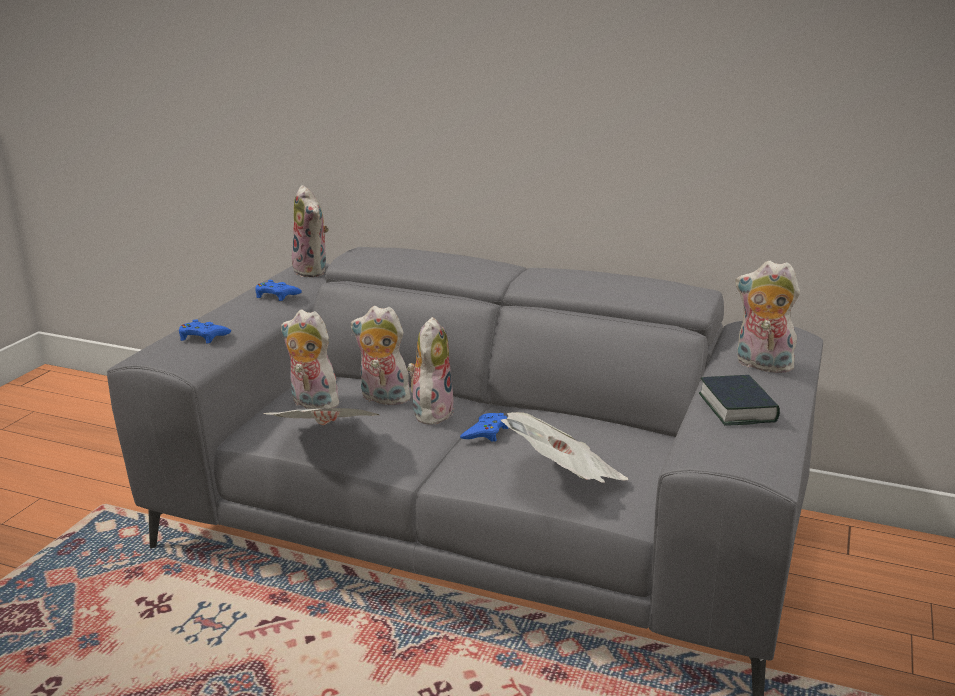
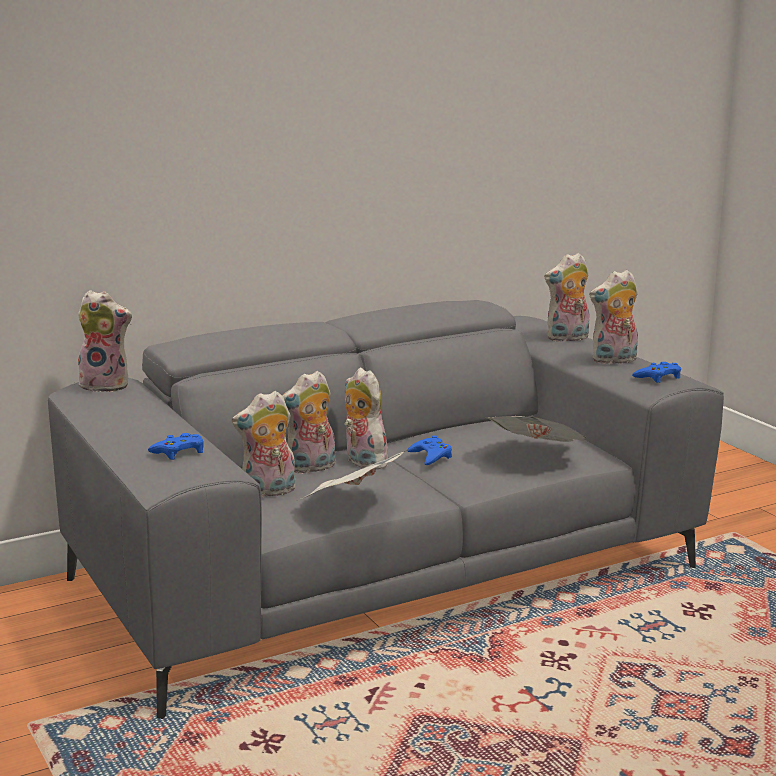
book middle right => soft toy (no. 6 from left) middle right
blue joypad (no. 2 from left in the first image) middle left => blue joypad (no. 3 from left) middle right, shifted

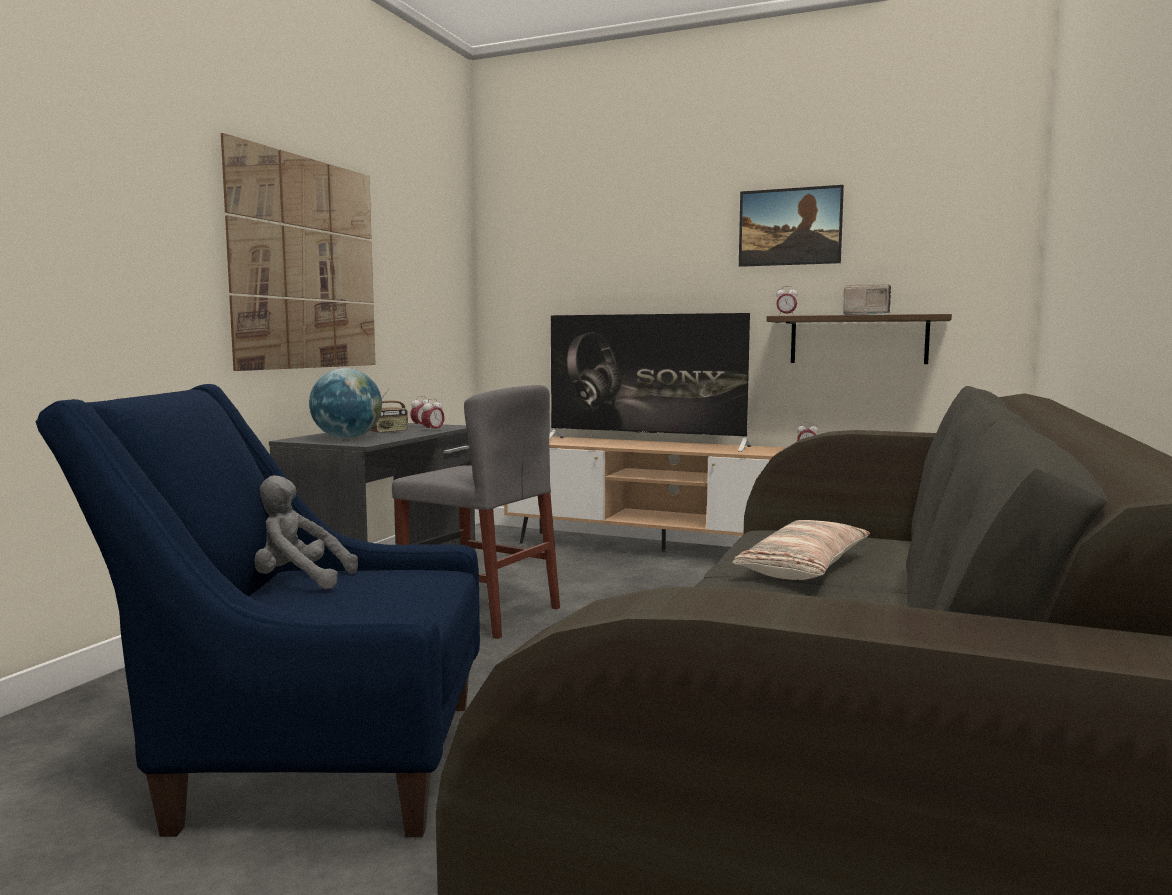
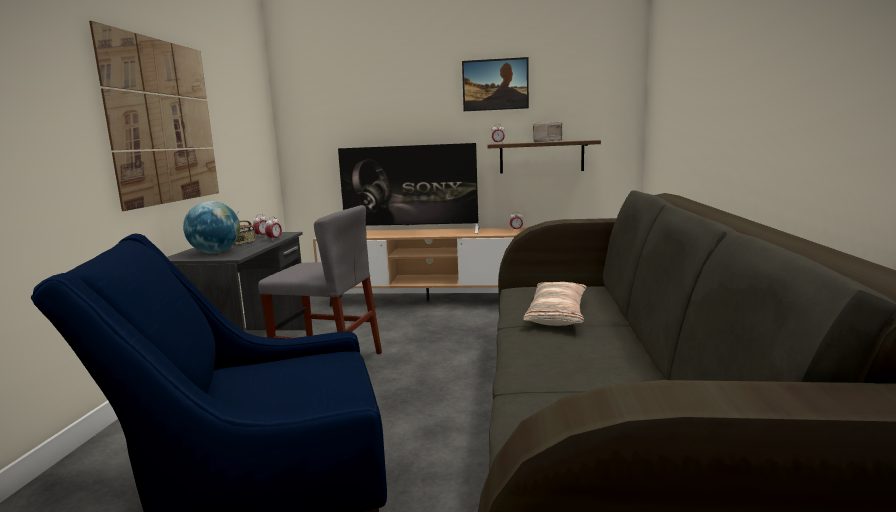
greyish soft toy middle left => nothing

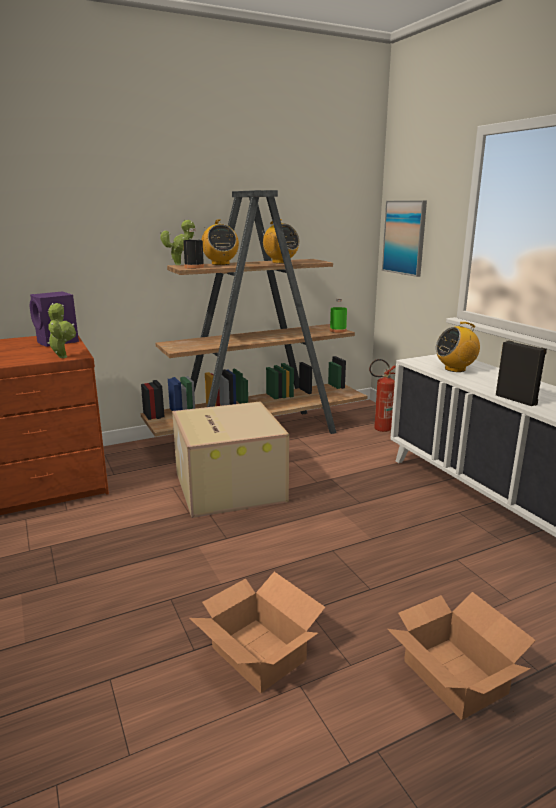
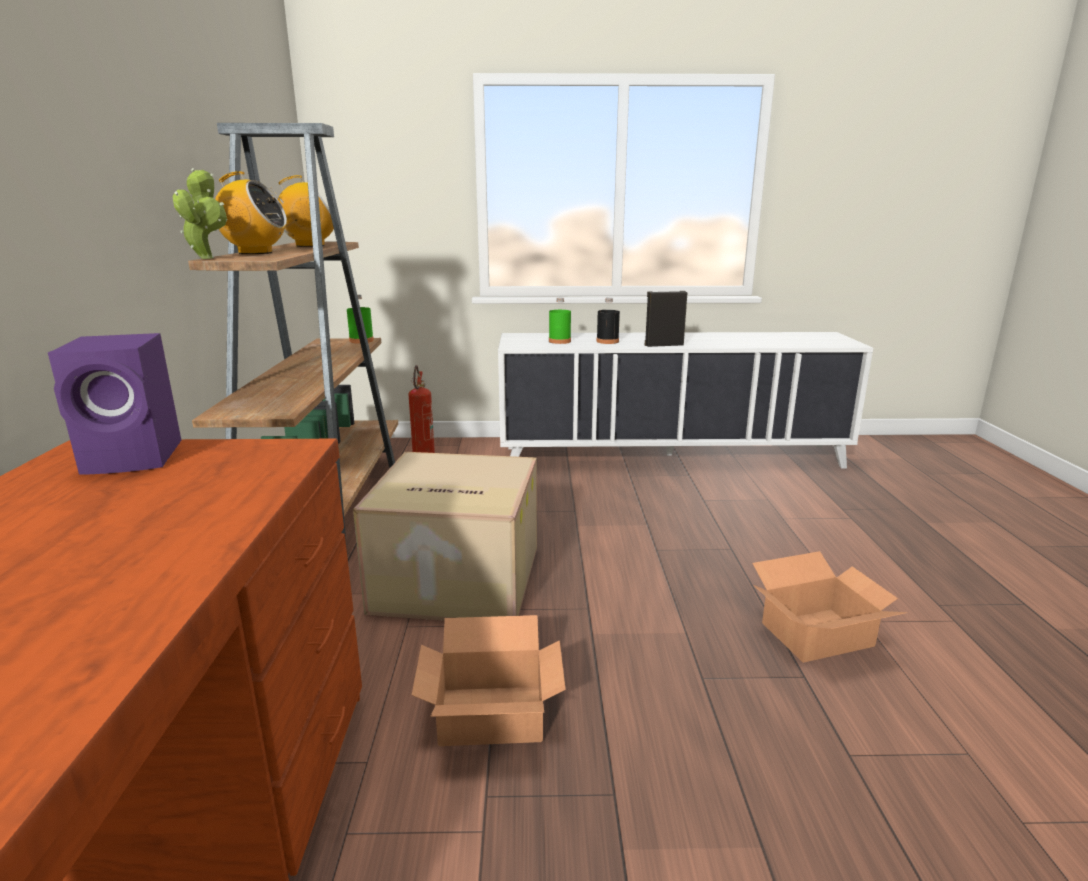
cardboard box (no. 3 from left in the first image) bottom right => cardboard box (no. 2 from left) bottom centre, shifted
radio set (no. 3 from left) middle right => green drink bottle (no. 2 from left) centre
black drink bottle top centre => black drink bottle centre, shifted
houseplant (no. 1 from left) middle left => nothing
picture top right => nothing

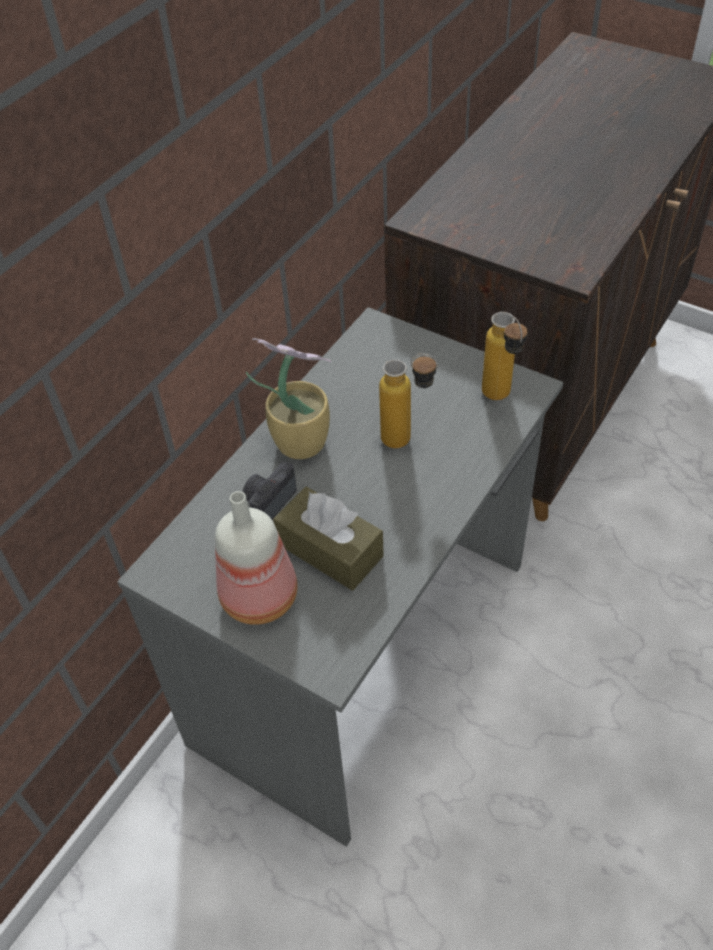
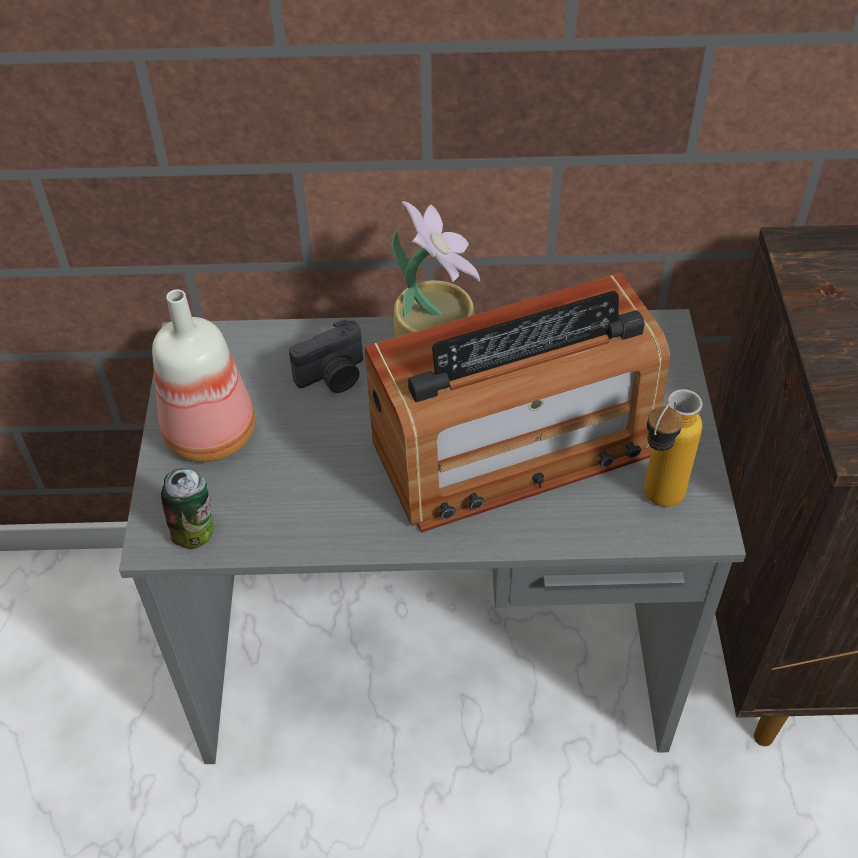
nothing => can middle left
still camera centre, 150 degrees clockwise
drink bottle (no. 2 from left) centre => radio set centre
brown-coloured tissue holder centre => nothing

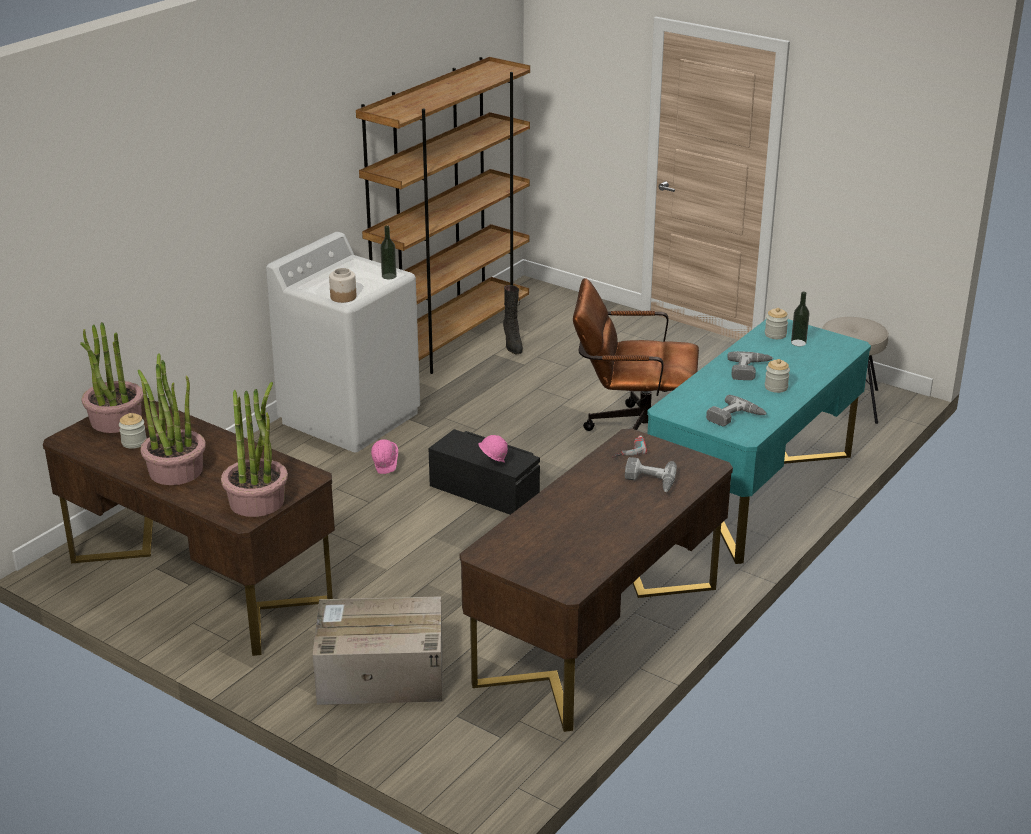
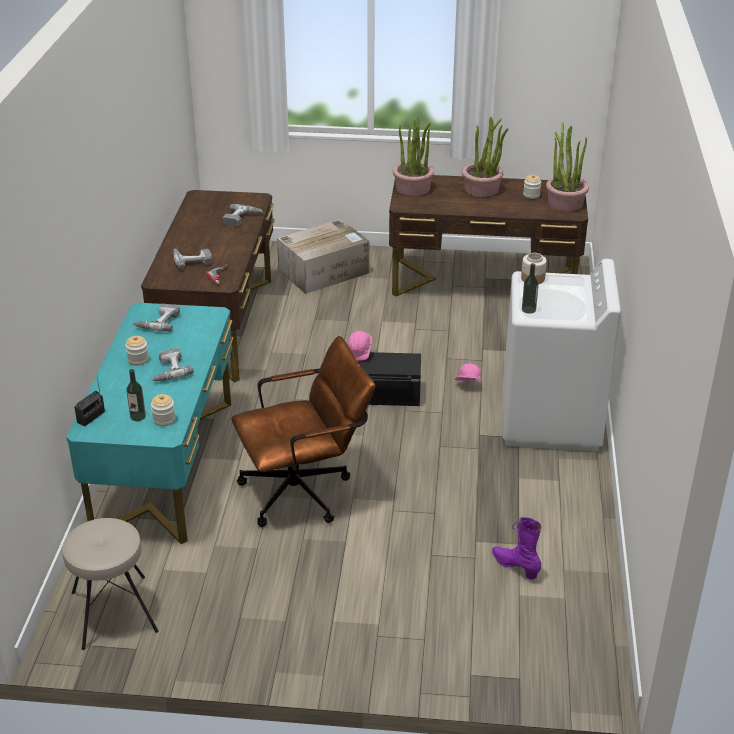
nothing => radio set middle left
nothing => electric drill (no. 5 from left) top left
black tall boot centre => purple tall boot bottom right
brown-coloured bookshelf top centre => nothing

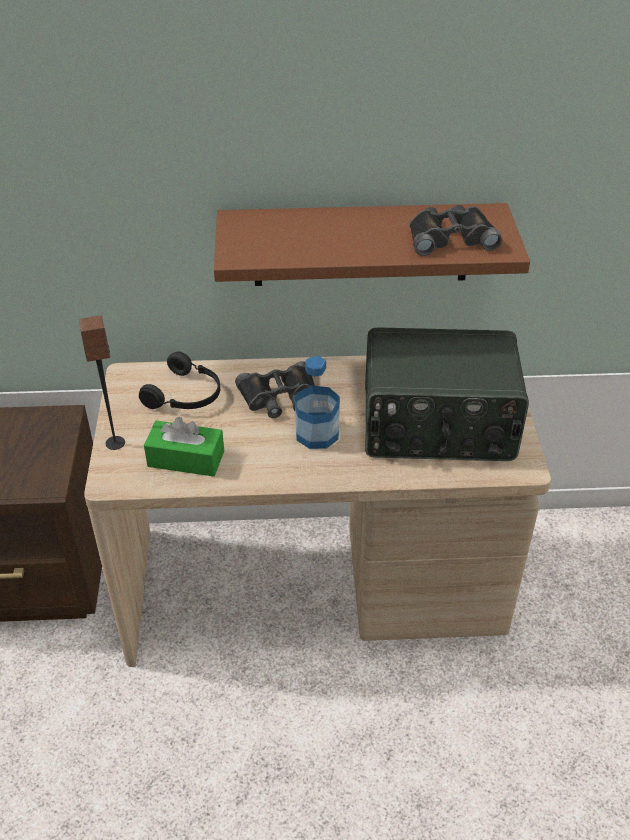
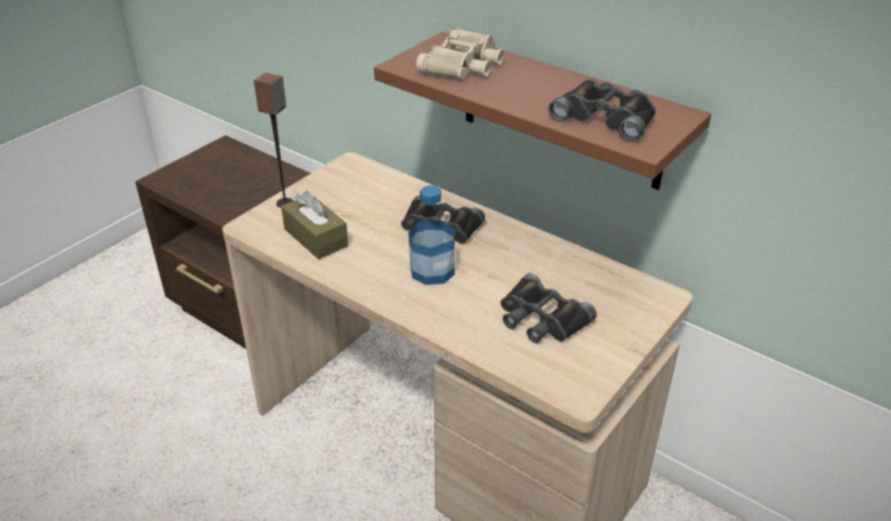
green tissue holder middle left => brown-coloured tissue holder centre
nothing => sand-coloured pair of binoculars top centre
radio set middle right => black pair of binoculars (no. 2 from left) centre
black headphones middle left => nothing

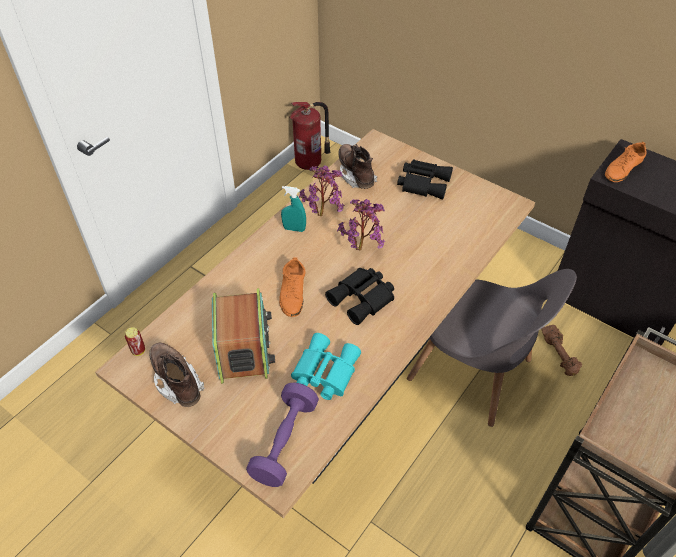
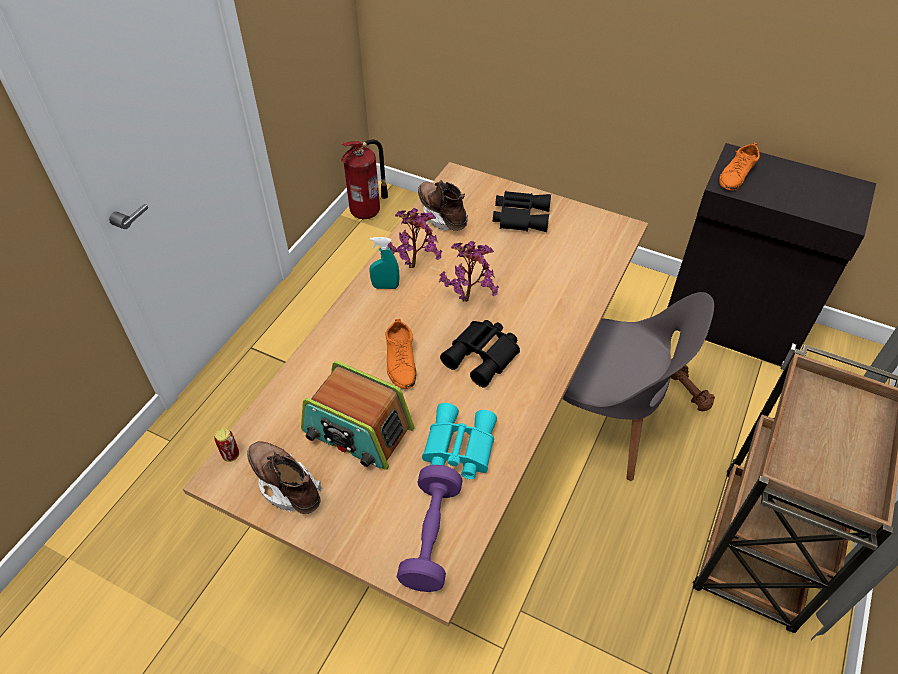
radio set centre, 135 degrees clockwise

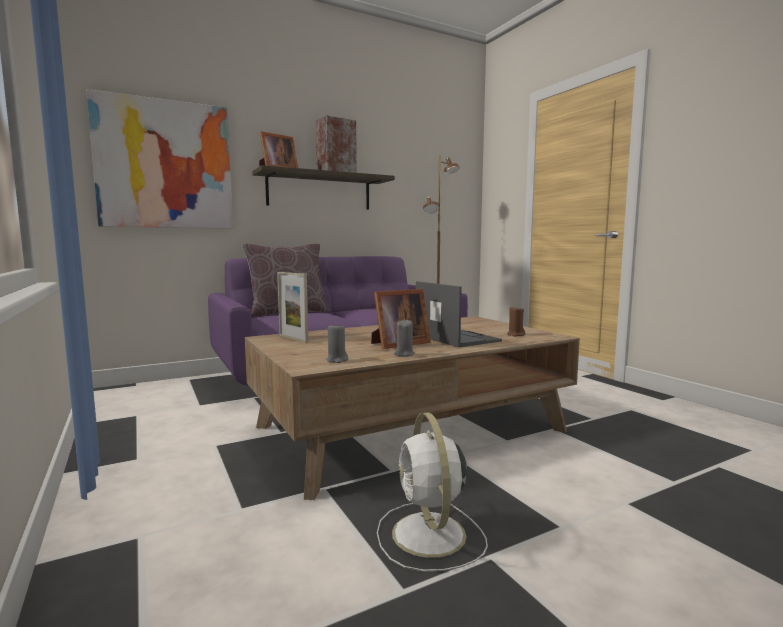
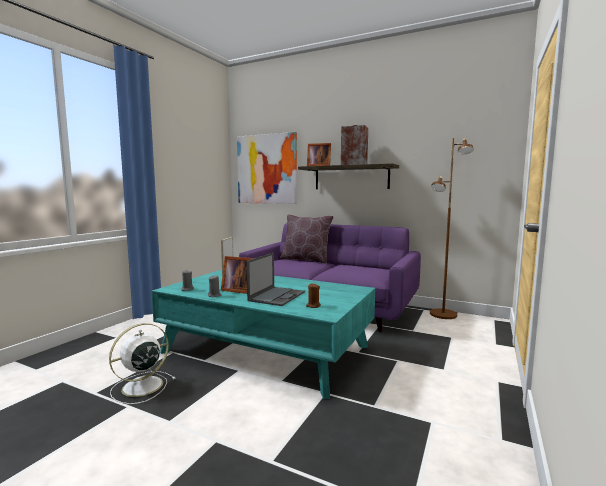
brown-coloured coffee table centre => turquoise coffee table bottom centre

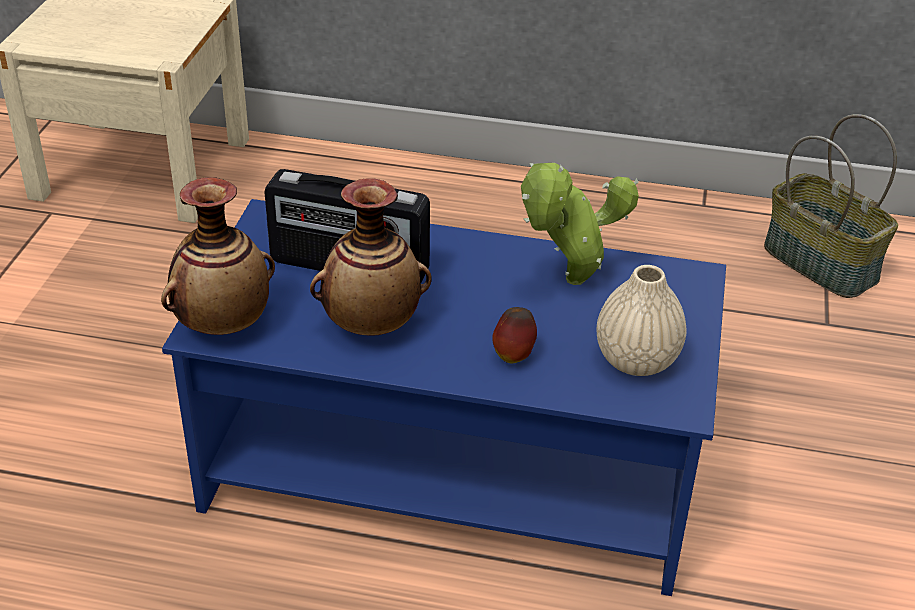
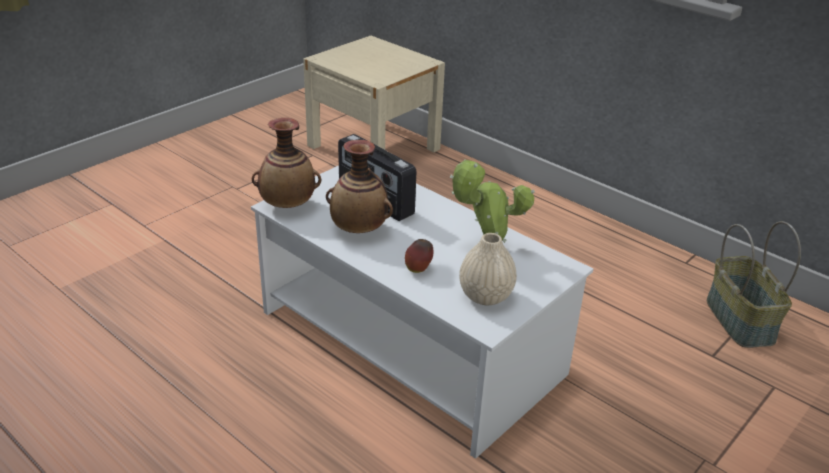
blue coffee table centre => white-coloured coffee table centre

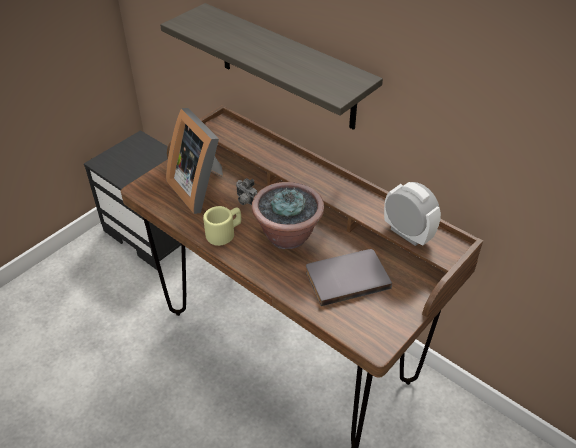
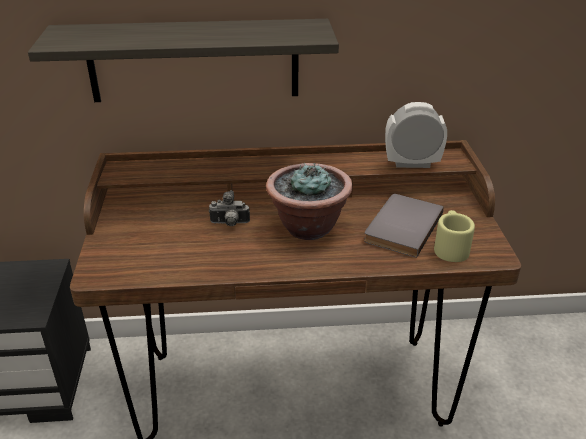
sand-coloured tea mug centre => sand-coloured tea mug middle right, shifted
picture frame centre => nothing

